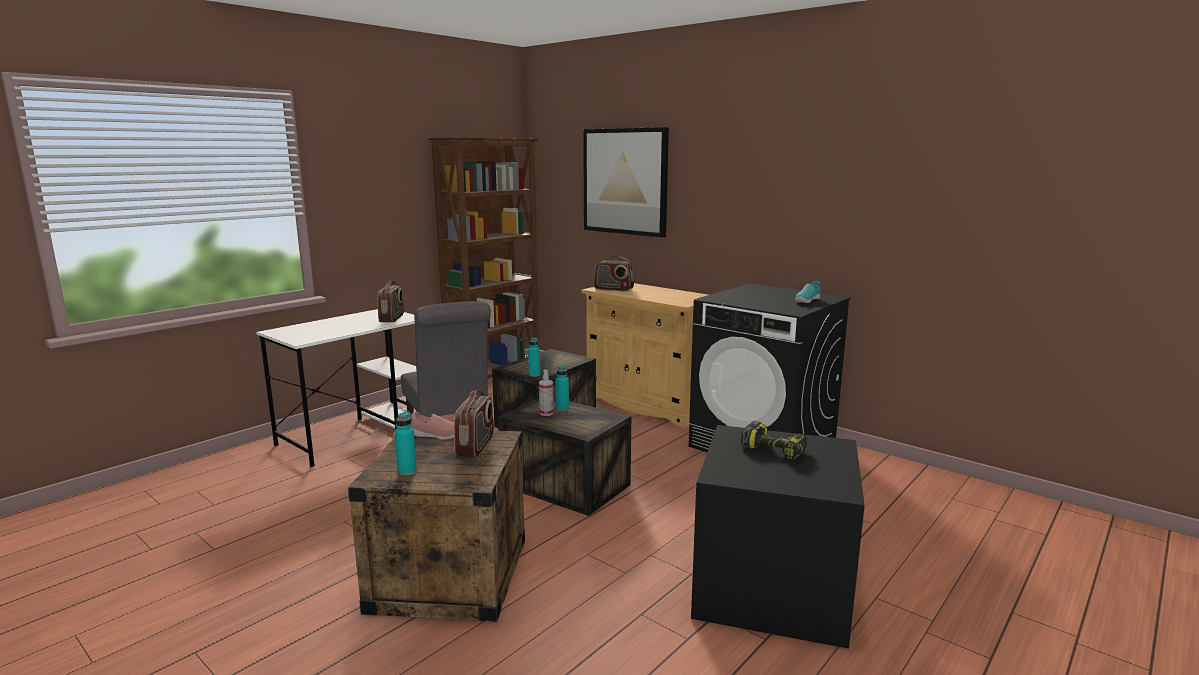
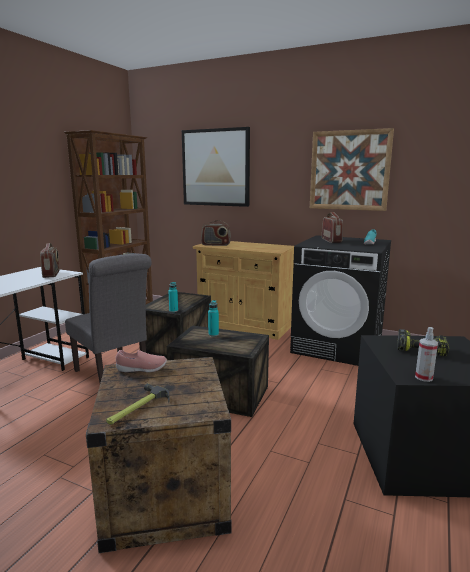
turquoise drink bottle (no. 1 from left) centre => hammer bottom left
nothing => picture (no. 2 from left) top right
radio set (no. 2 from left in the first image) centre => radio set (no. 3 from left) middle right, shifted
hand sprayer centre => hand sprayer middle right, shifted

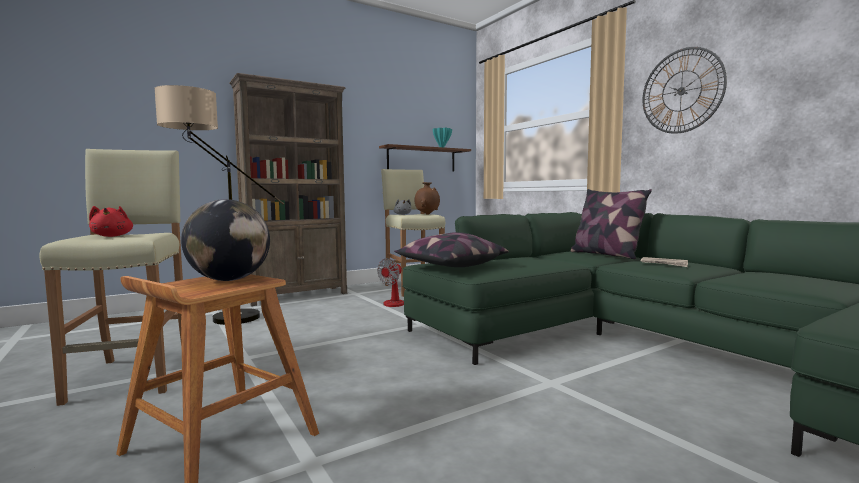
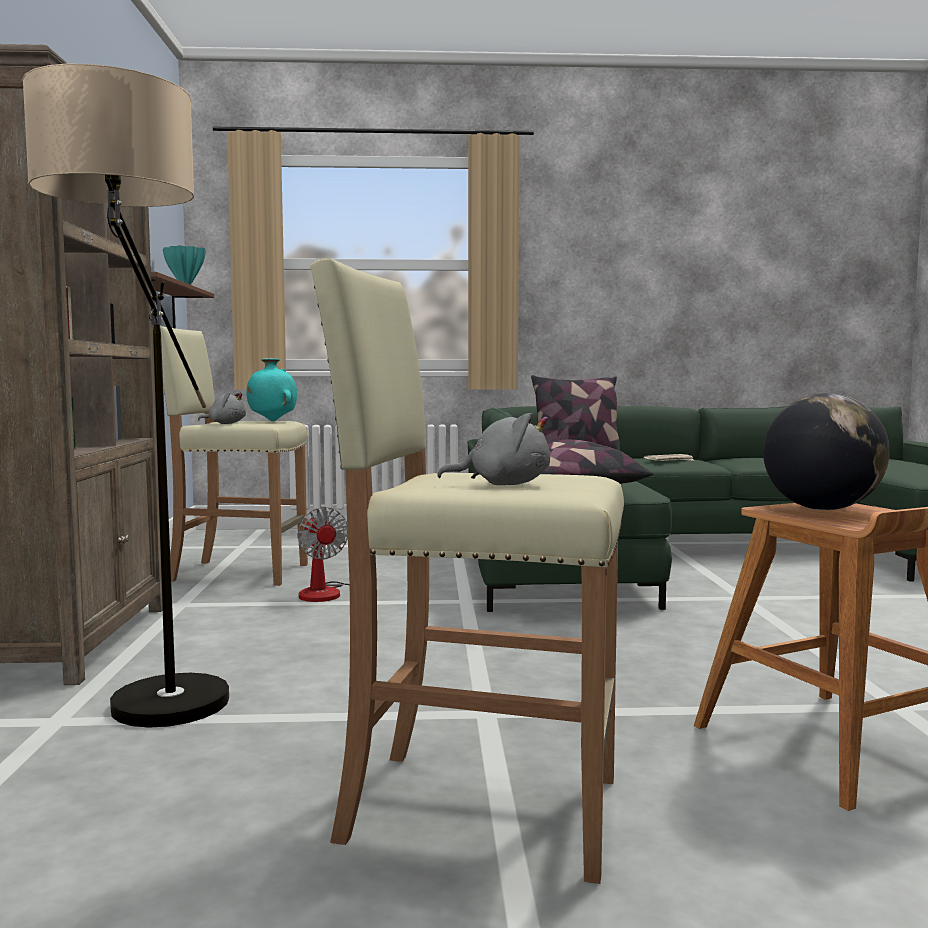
brown-coloured flower vase centre => turquoise flower vase (no. 2 from left) middle left
red-coloured soft toy middle left => greyish soft toy (no. 2 from left) centre
hanging clock top right => nothing

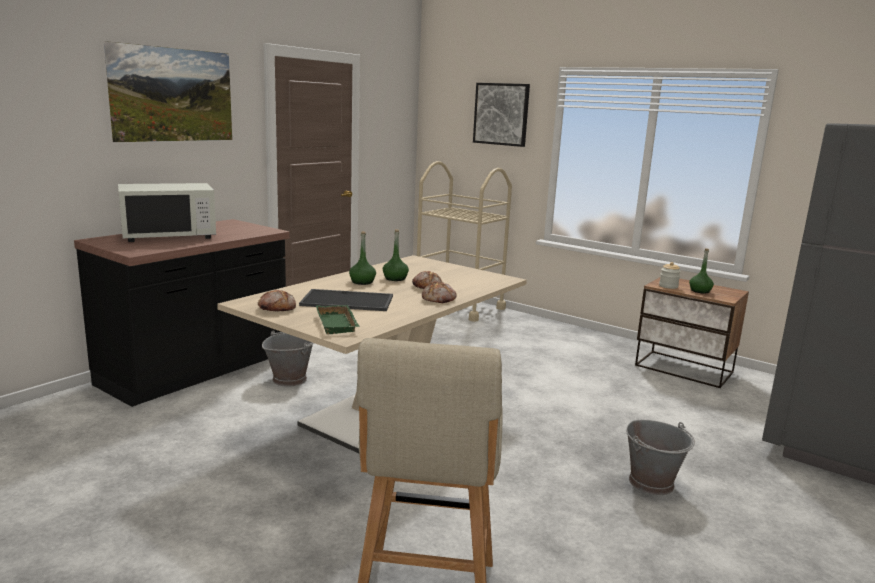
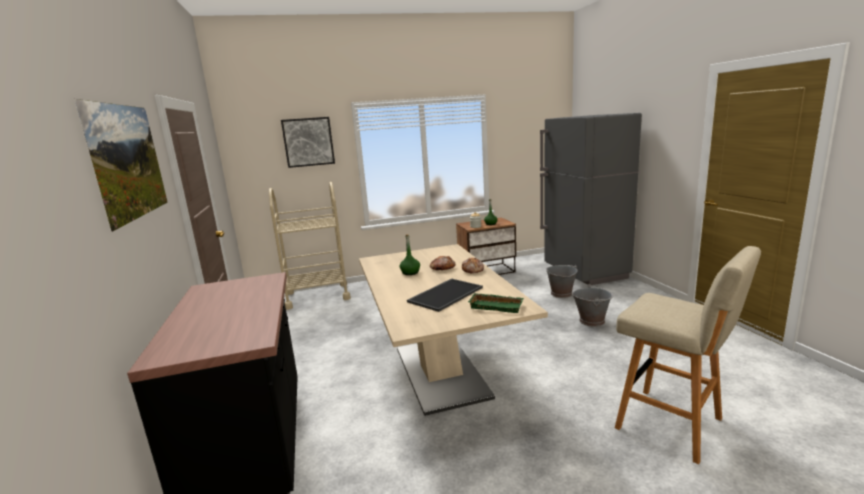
greyish bucket (no. 1 from left) middle left => greyish bucket (no. 1 from left) centre, shifted
white-coloured kitchen microwave middle left => nothing
baked bread (no. 1 from left) middle left => nothing
green drink bottle (no. 1 from left) centre => nothing

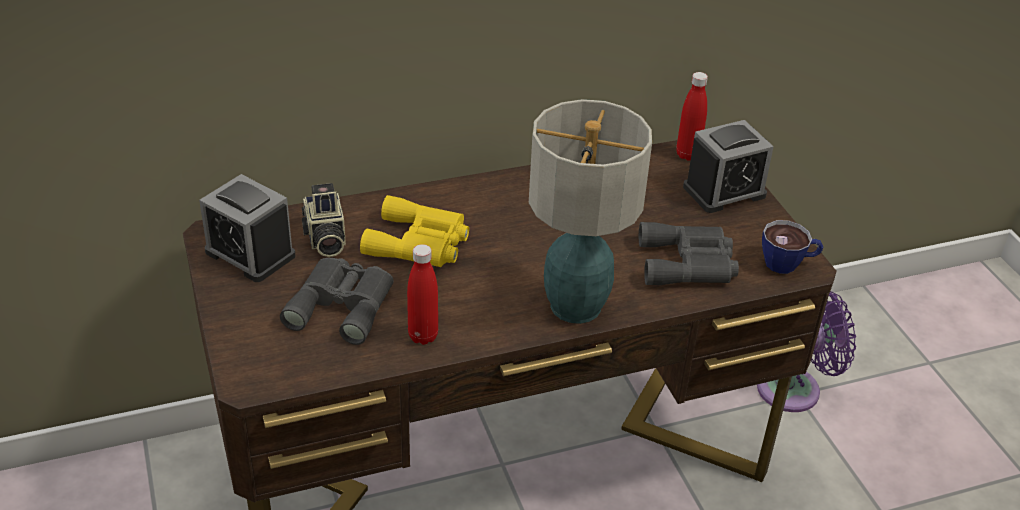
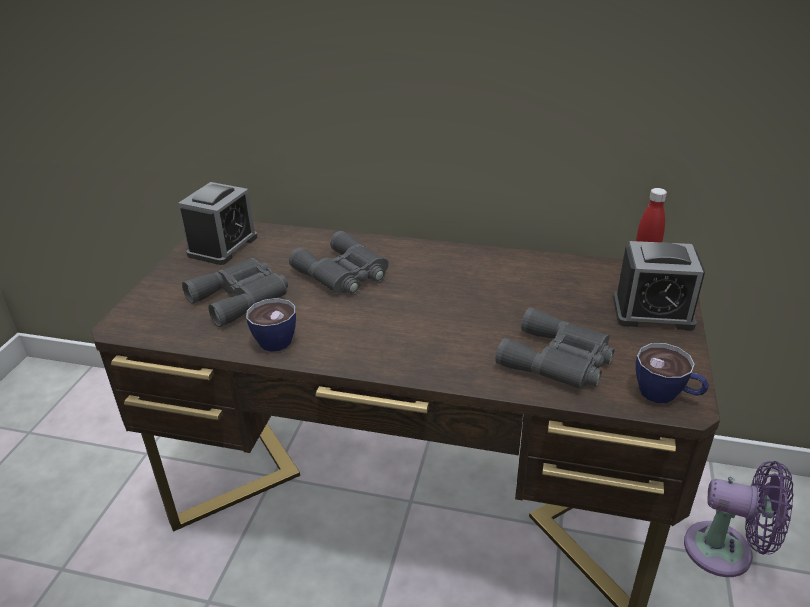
alarm clock (no. 1 from left) middle left, 135 degrees counterclockwise
red-coloured drink bottle (no. 1 from left) centre => drinking cup (no. 1 from left) centre
yellowish pair of binoculars centre => greyish pair of binoculars (no. 2 from left) centre
still camera middle left => nothing
tabletop lamp centre => nothing

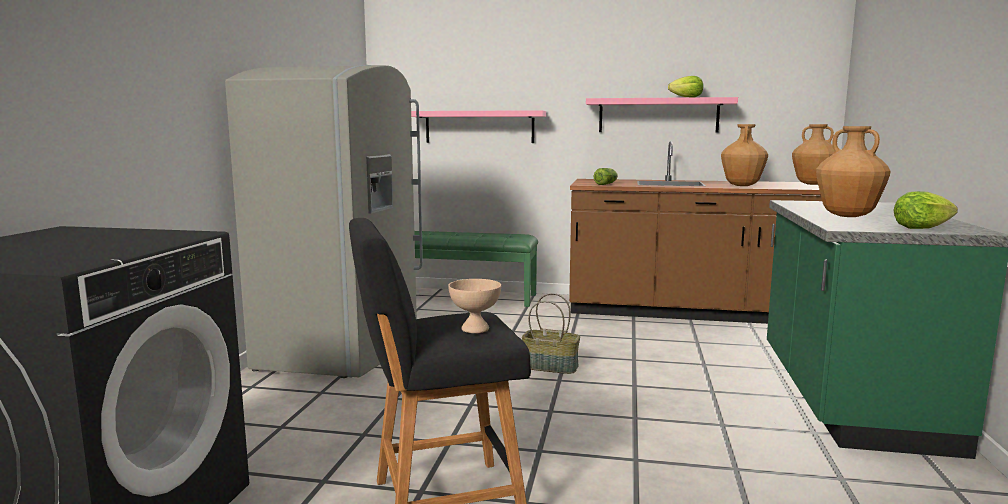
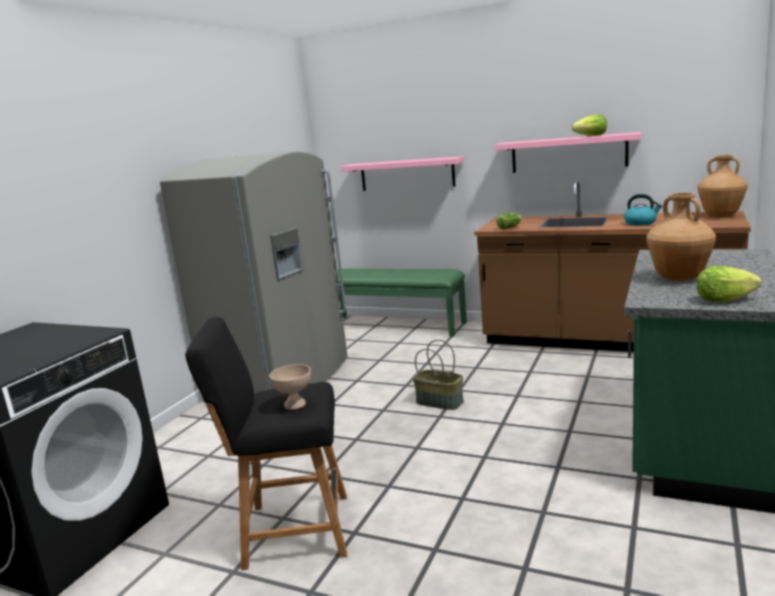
brown-coloured flower vase (no. 1 from left) top right => kettle middle right

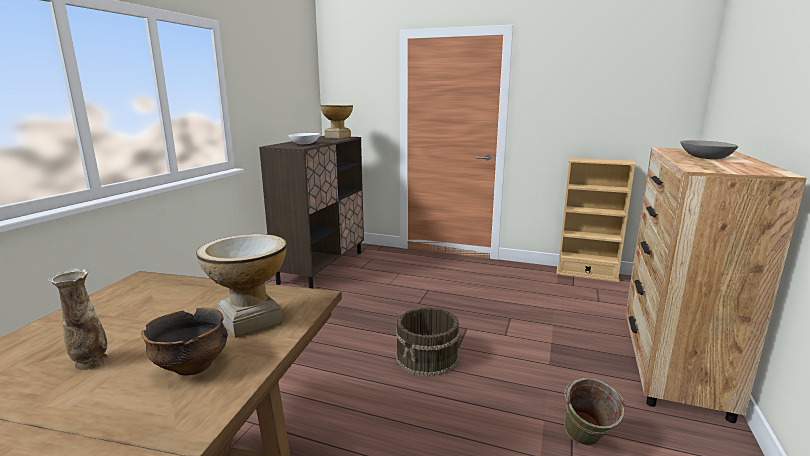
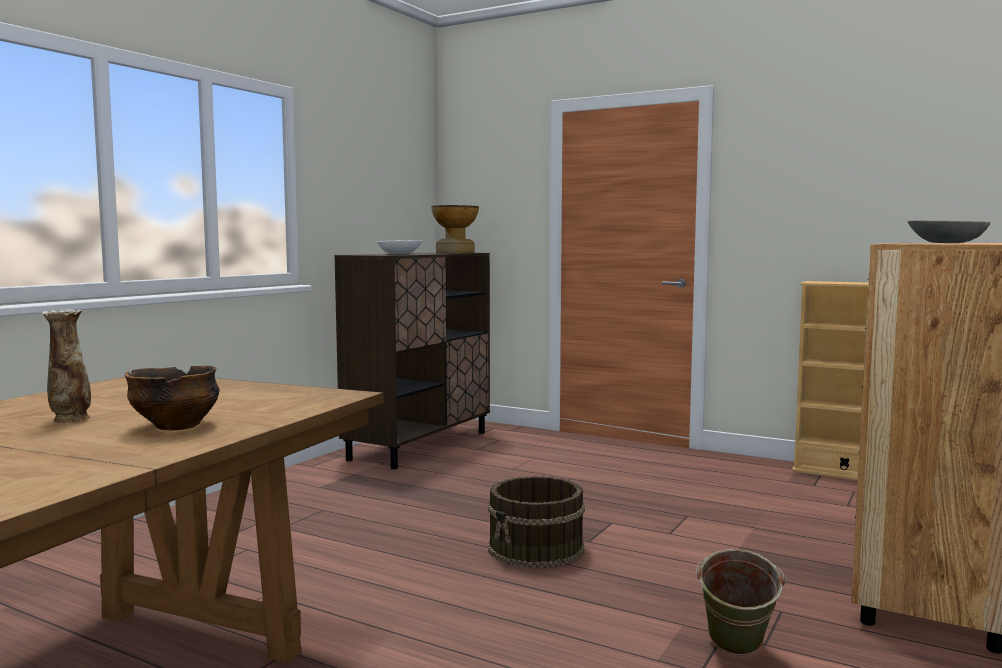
flower vase (no. 2 from left) middle left => nothing

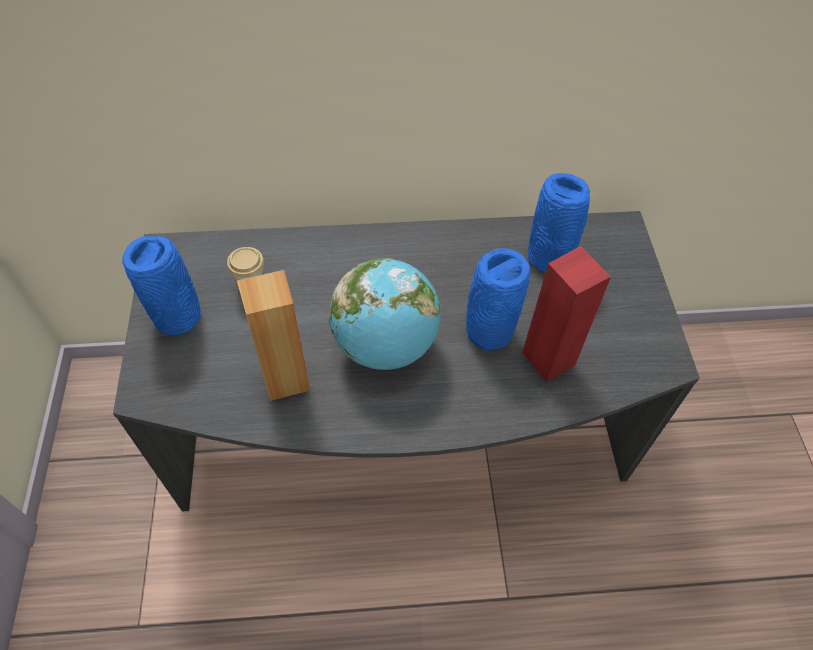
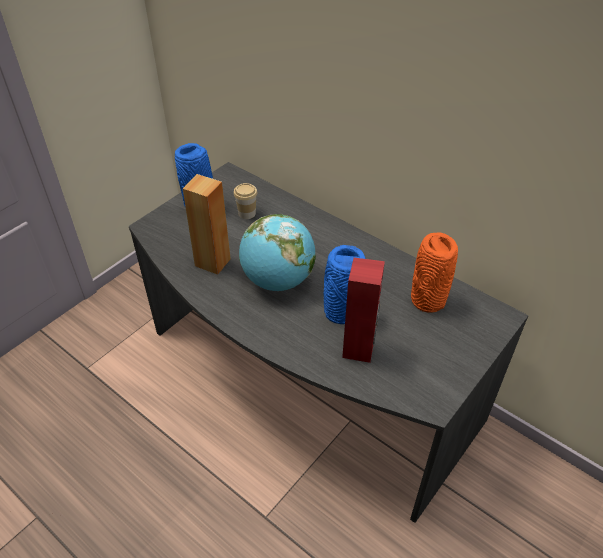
blue flower vase (no. 3 from left) middle right => orange flower vase middle right

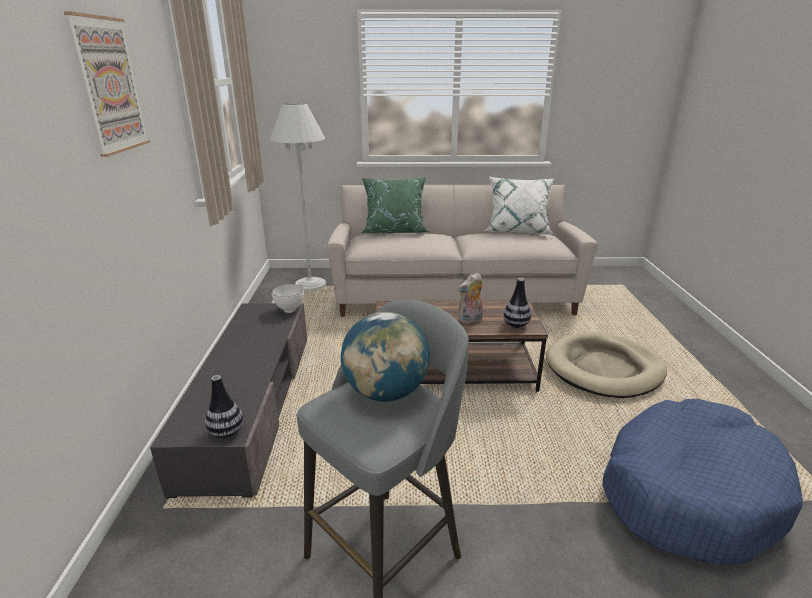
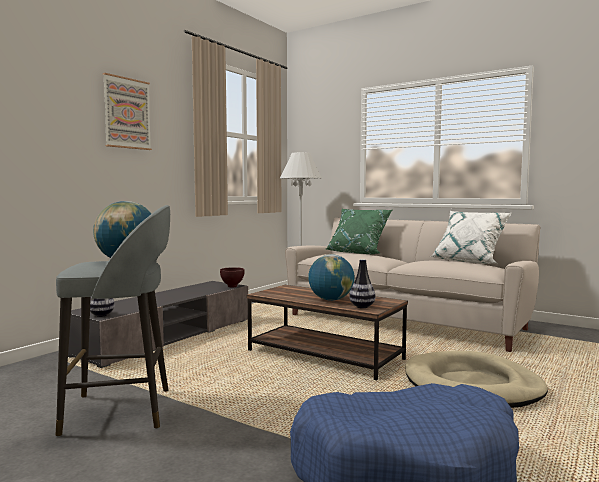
white-coloured bowl centre => brown-coloured bowl centre
soft toy centre => world globe (no. 2 from left) centre

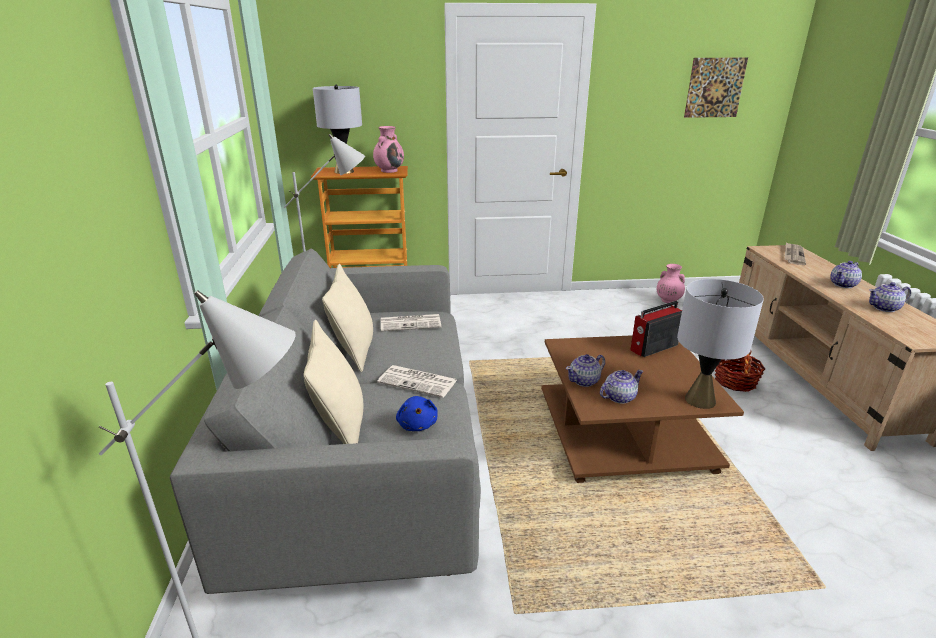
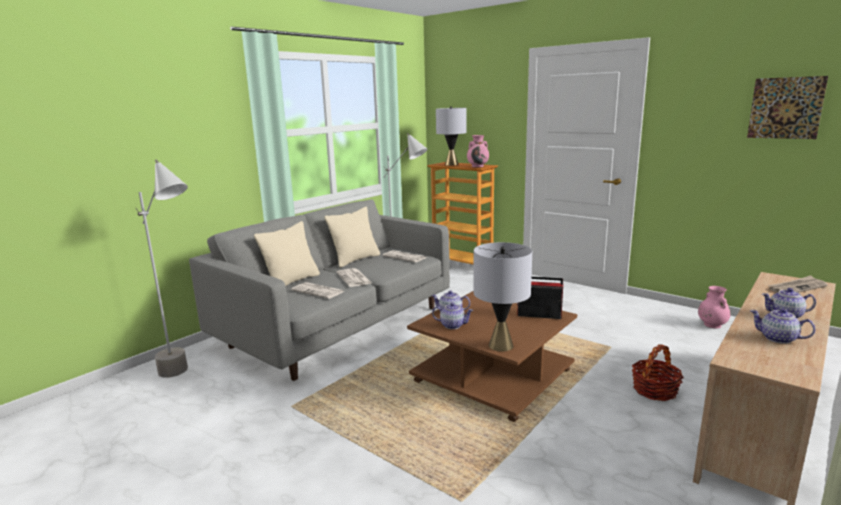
blue soft toy centre => daily paper (no. 1 from left) centre

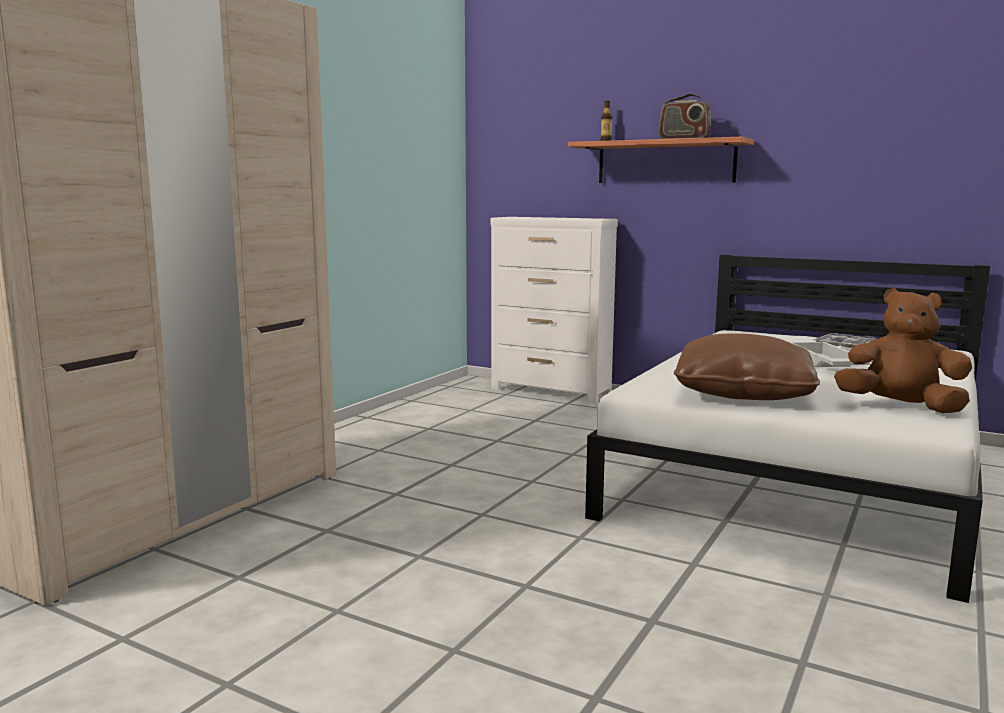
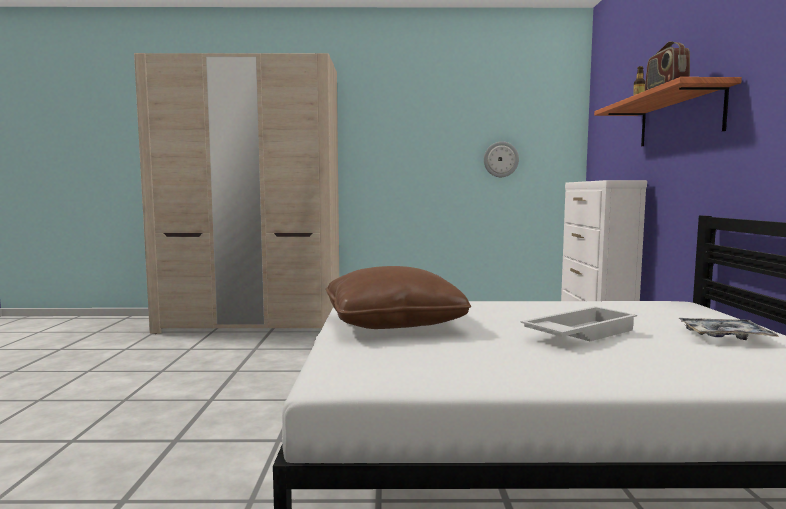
nothing => hanging clock top centre
brown-coloured soft toy middle right => nothing

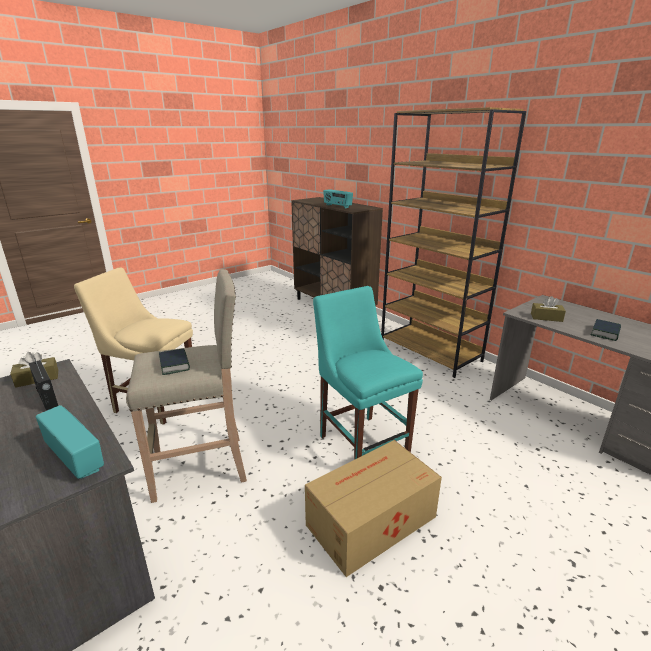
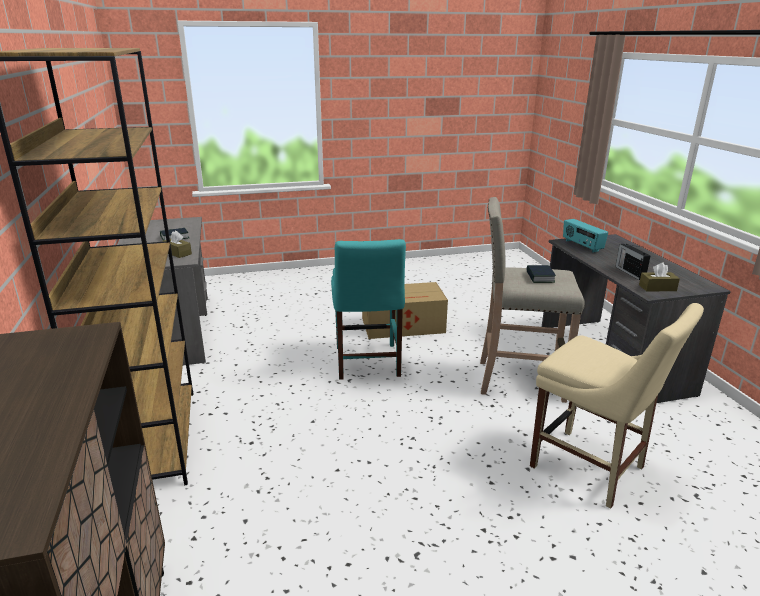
radio set (no. 3 from left) top centre => nothing

